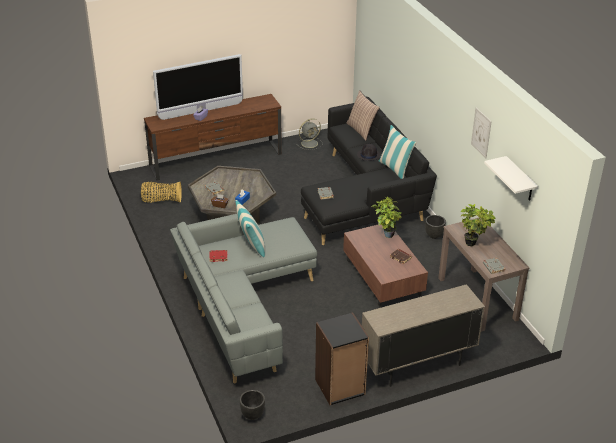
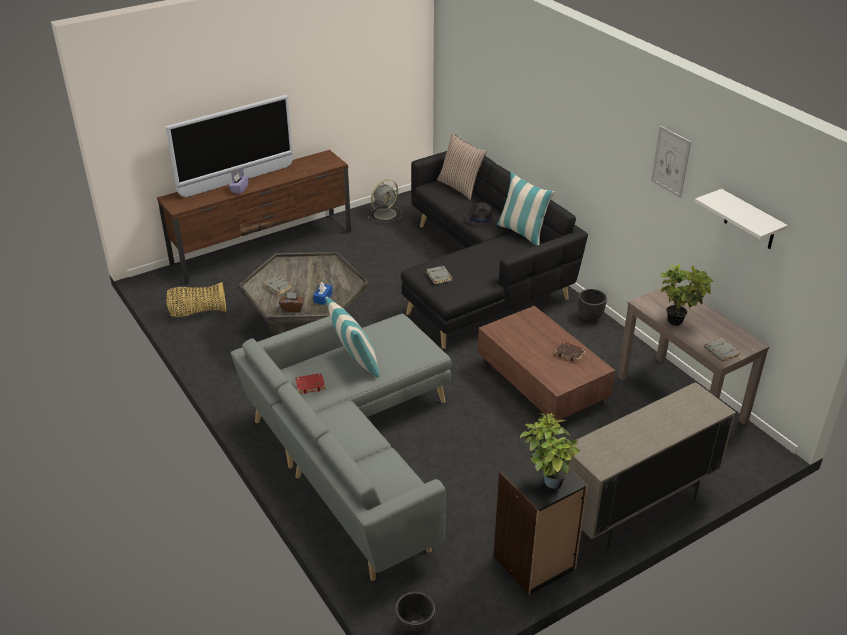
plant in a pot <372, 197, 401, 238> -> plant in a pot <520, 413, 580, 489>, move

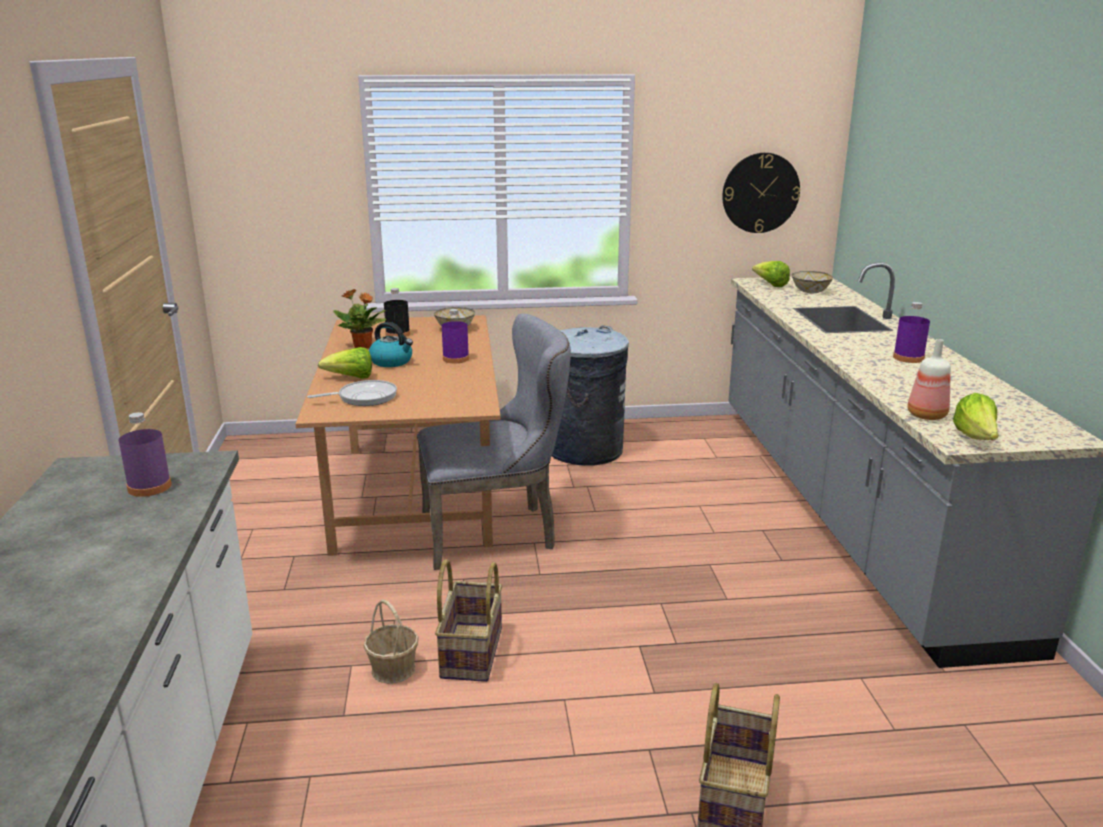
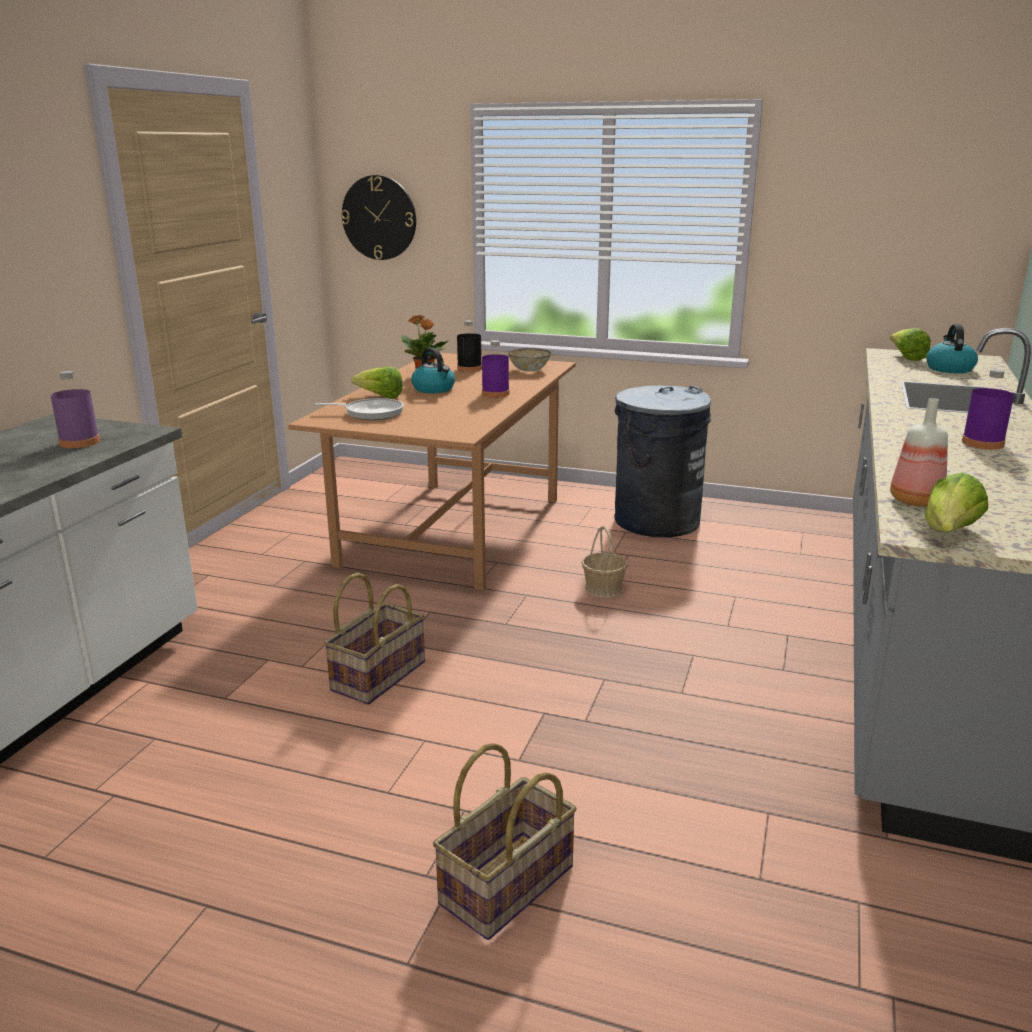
wall clock <722, 153, 800, 233> -> wall clock <341, 175, 416, 260>, move
serving bowl <792, 271, 833, 293> -> water kettle <926, 324, 978, 373>
chair/gray <417, 313, 571, 570> -> none
household basket <364, 599, 419, 684> -> household basket <582, 526, 628, 598>, move

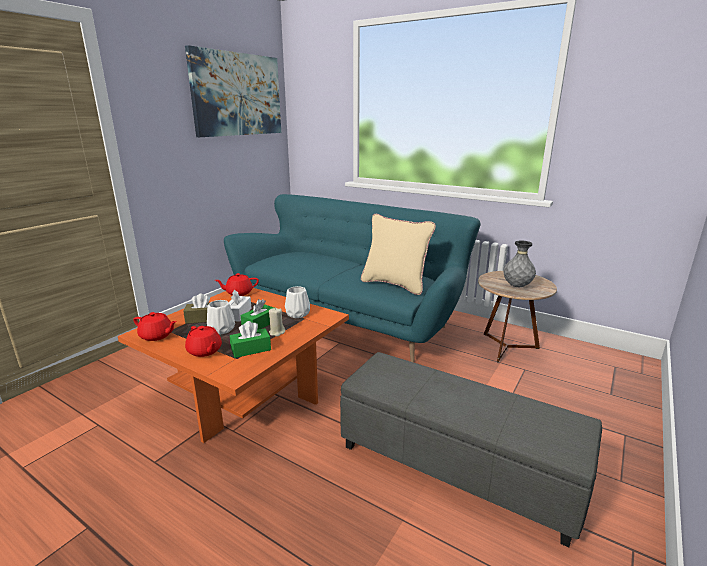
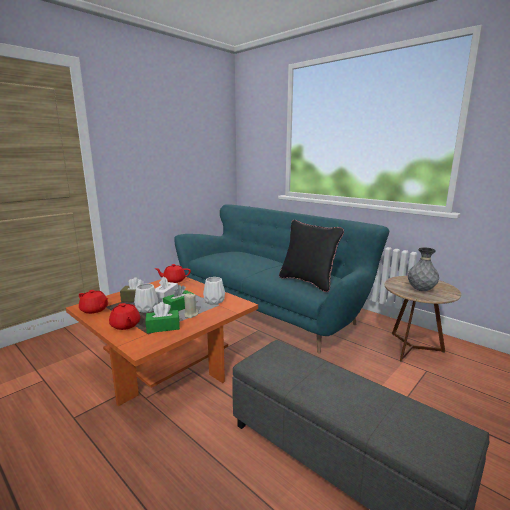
wall picture <185, 45, 281, 137> -> none
pillow/beige-coloured <361, 214, 436, 295> -> pillow/black-coloured <279, 220, 344, 292>

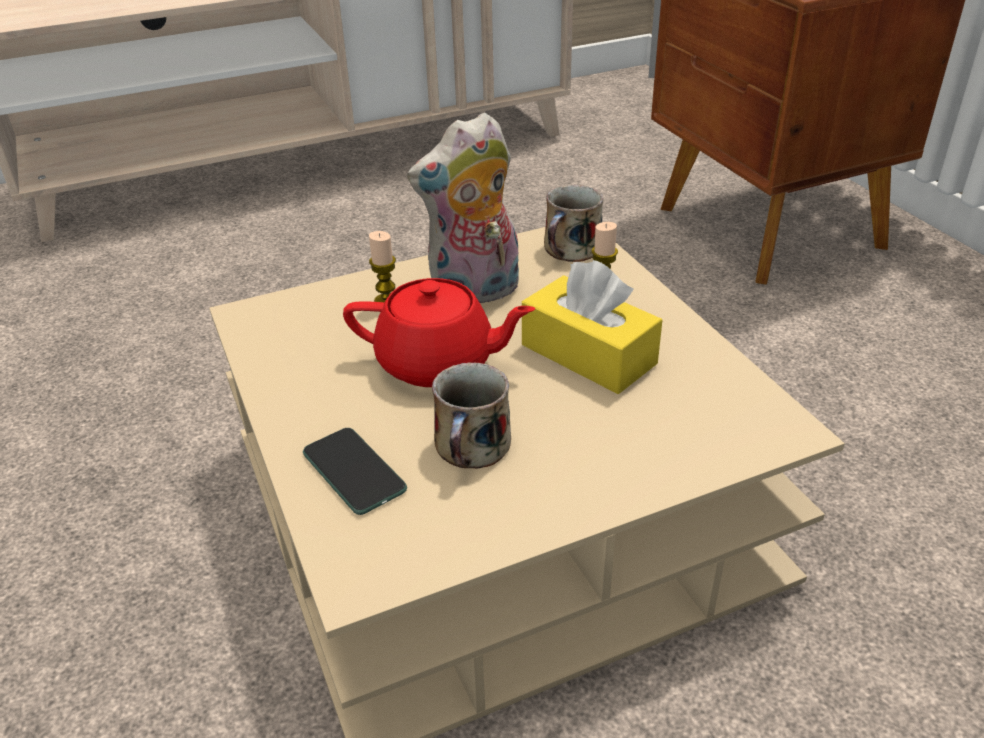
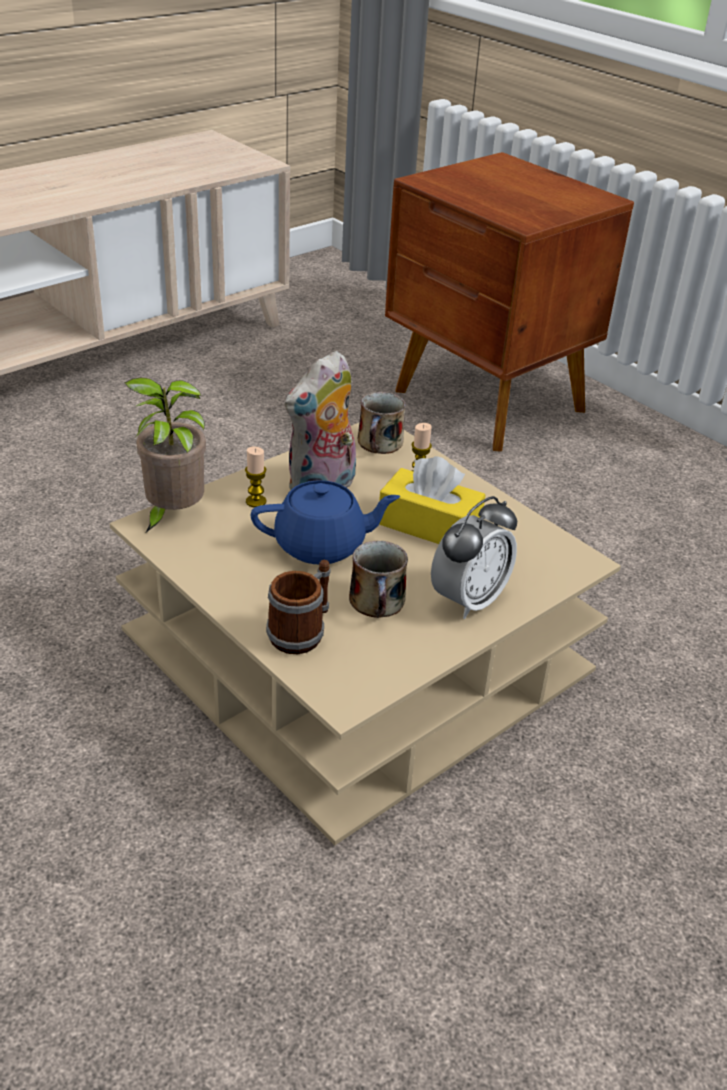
teapot/reddish <343, 278, 535, 387> -> teapot/blue-coloured <251, 480, 400, 564>
handset <303, 428, 407, 515> -> coffee mug <266, 560, 330, 654>
none -> plant in a pot <124, 377, 206, 534>
none -> table clock <431, 496, 517, 619>

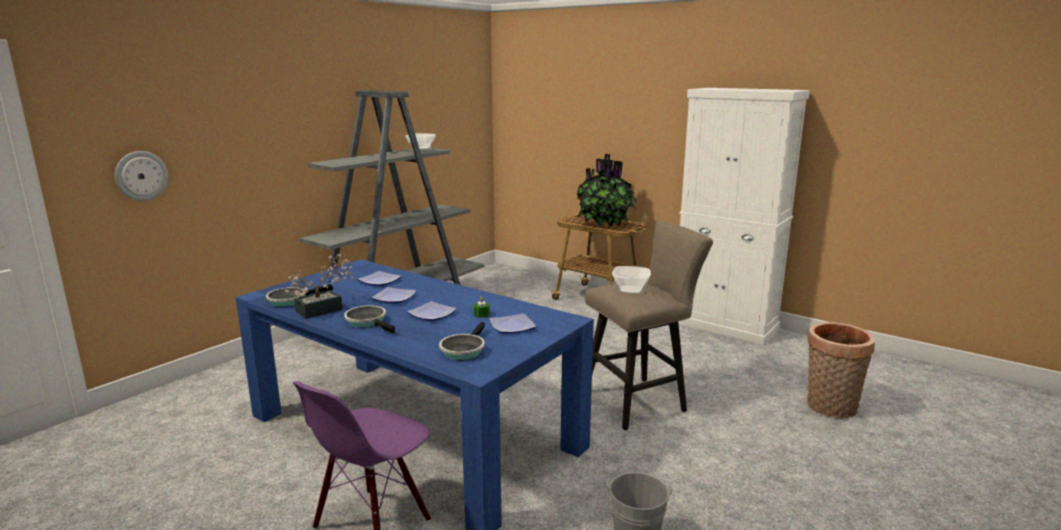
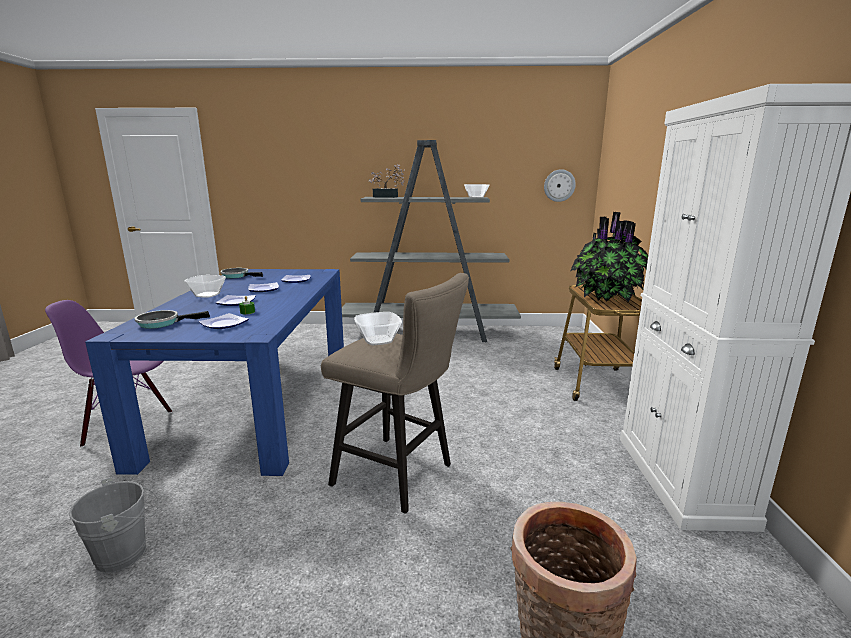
wall clock <115, 151, 168, 201> -> wall clock <544, 169, 576, 202>, move
plant in a pot <285, 254, 353, 319> -> plant in a pot <368, 164, 405, 198>, move
skillet <344, 305, 395, 334> -> serving bowl <184, 275, 226, 297>

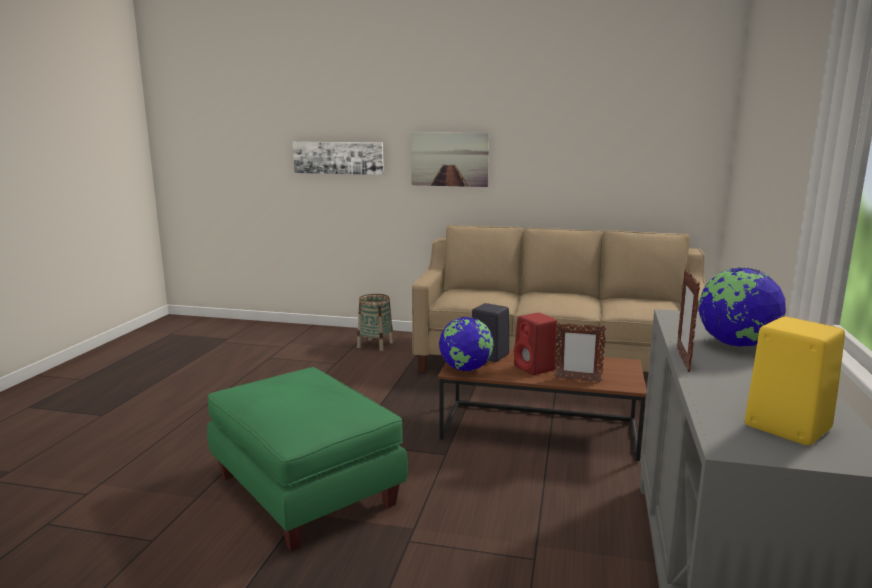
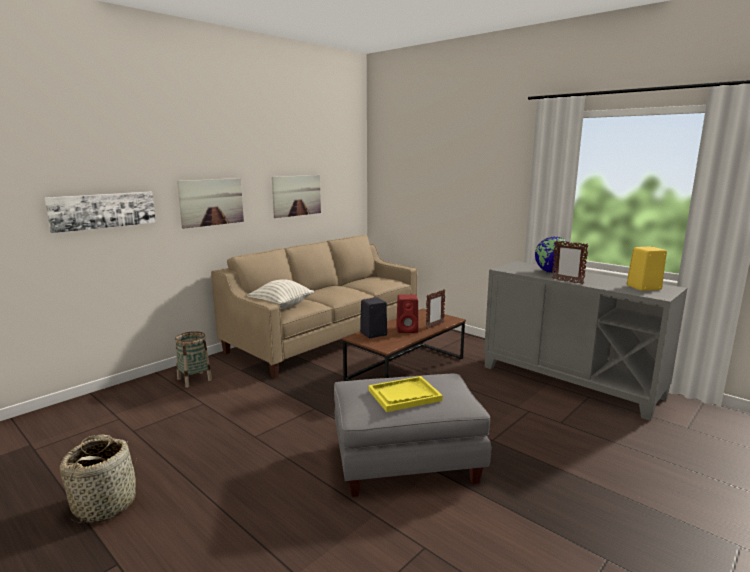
globe <439, 317, 493, 371> -> none
ottoman/greenish <207, 367, 408, 551> -> ottoman/gray <334, 373, 491, 497>
none -> wall picture <272, 175, 321, 218>
none -> pillow <247, 280, 314, 309>
none -> carrying tray/yellowish <369, 376, 443, 412>
none -> household basket <60, 434, 137, 524>

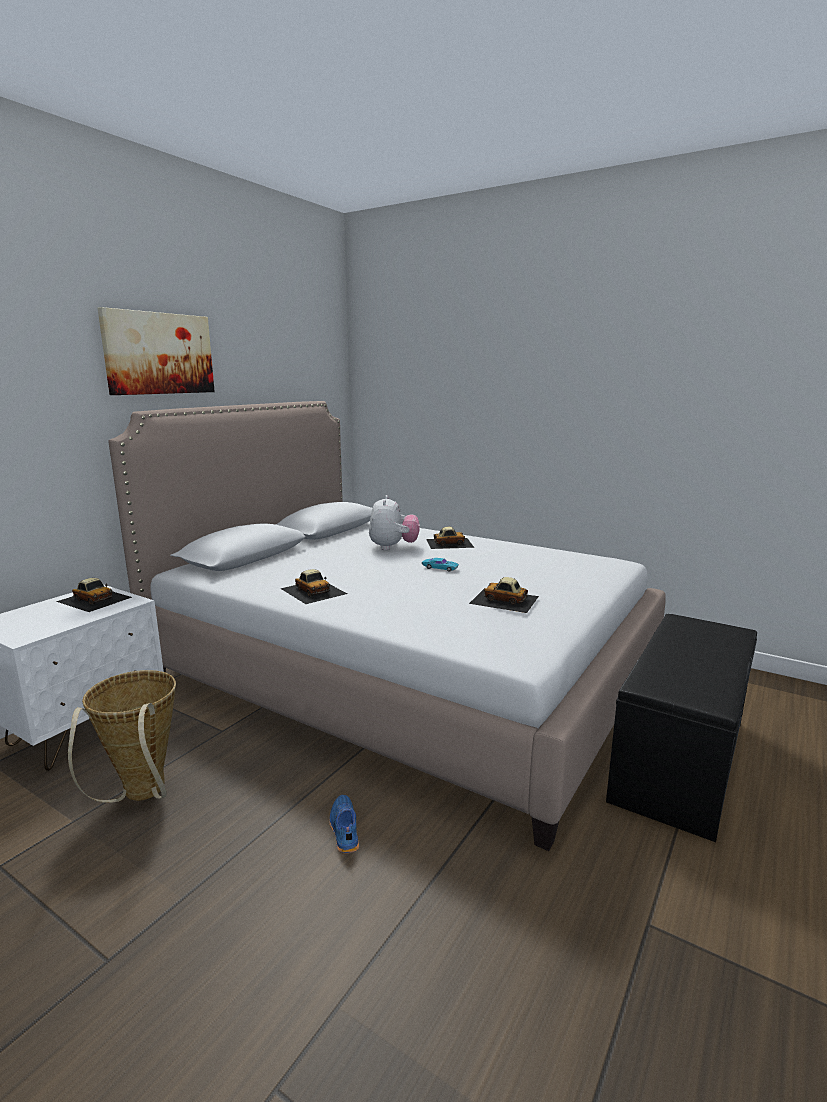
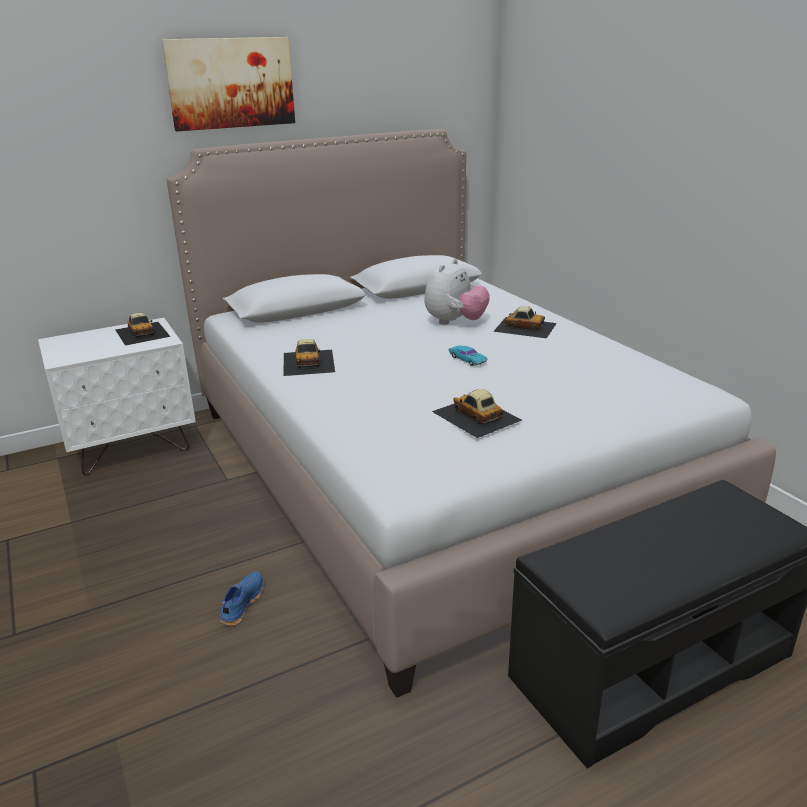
household basket <68, 670, 176, 803> -> none

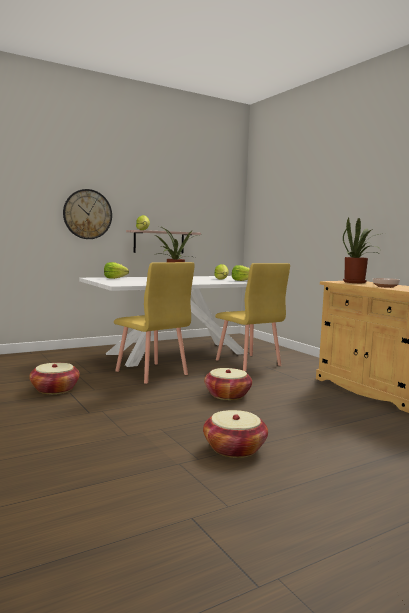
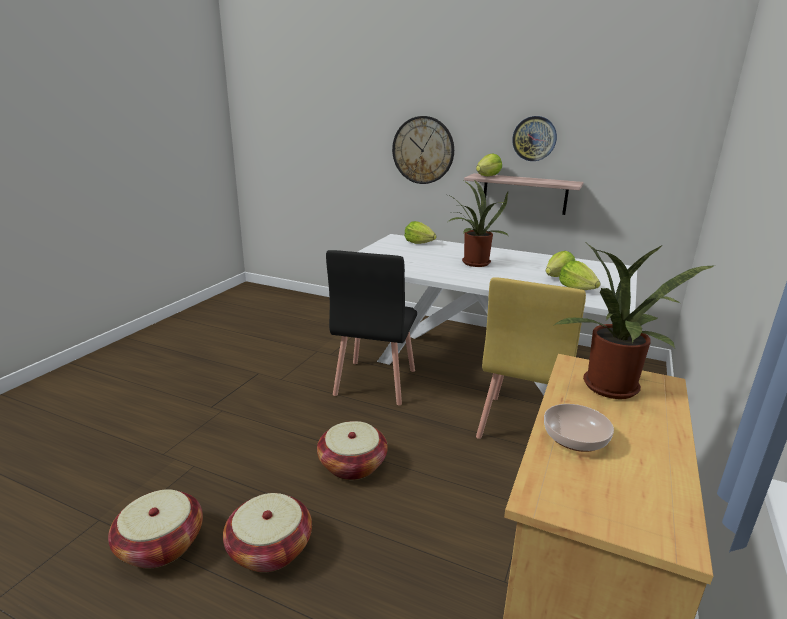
chair/yellowish <114, 262, 194, 384> -> chair/black-coloured <326, 250, 417, 406>
household basket <29, 363, 80, 394> -> household basket <223, 493, 312, 573>, move
none -> wall clock <512, 116, 557, 161>

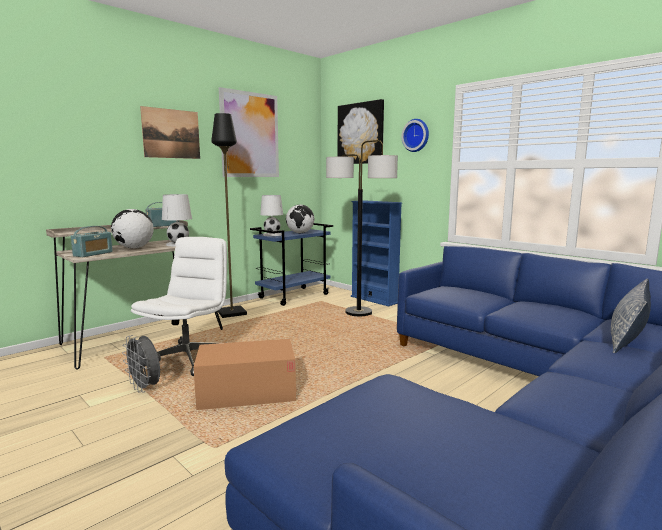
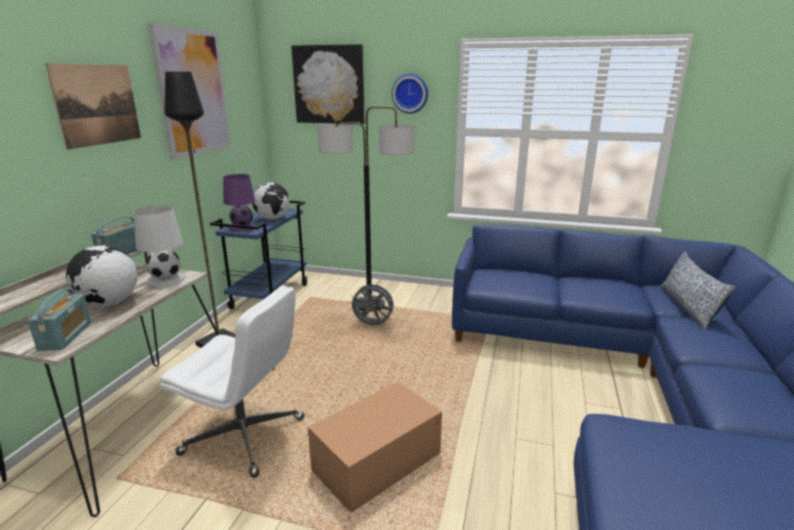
tabletop lamp/white <260, 195, 283, 236> -> tabletop lamp/purple-coloured <223, 174, 255, 232>
bookshelf/blue-coloured <351, 200, 402, 306> -> none
desk chair/white <131, 237, 227, 376> -> desk chair/white <160, 286, 305, 477>, 120 degrees clockwise
fan/gray <122, 335, 161, 393> -> fan/gray <349, 284, 394, 328>, move

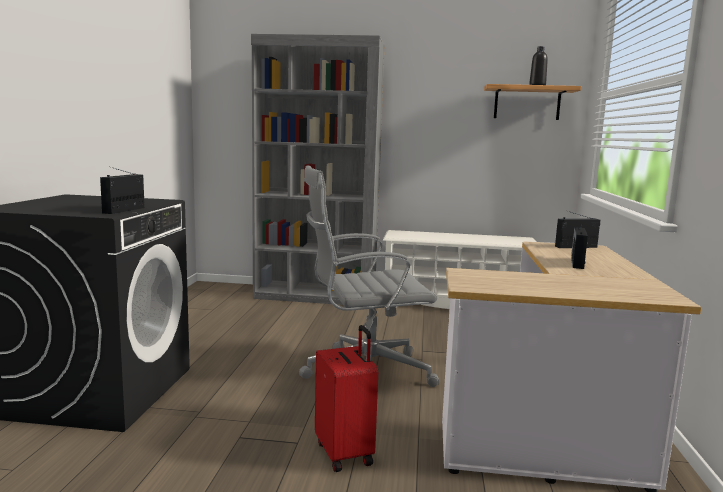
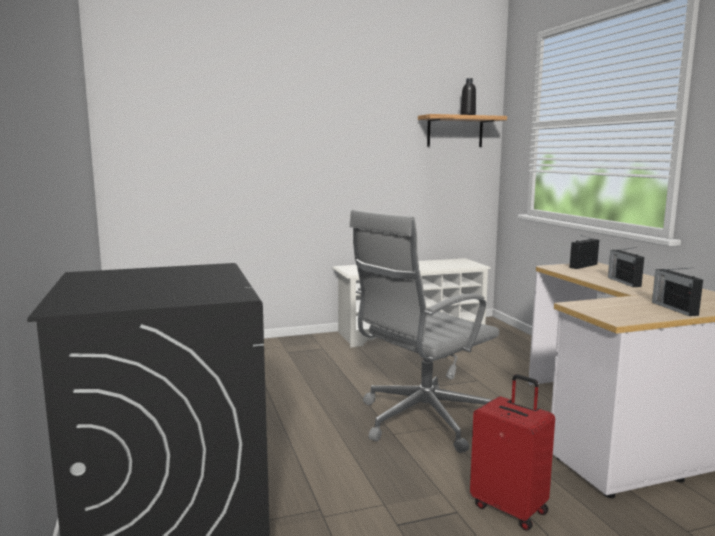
bookshelf/gray <251, 34, 385, 305> -> none
radio set <100, 167, 145, 214> -> radio set <652, 268, 703, 316>, move

